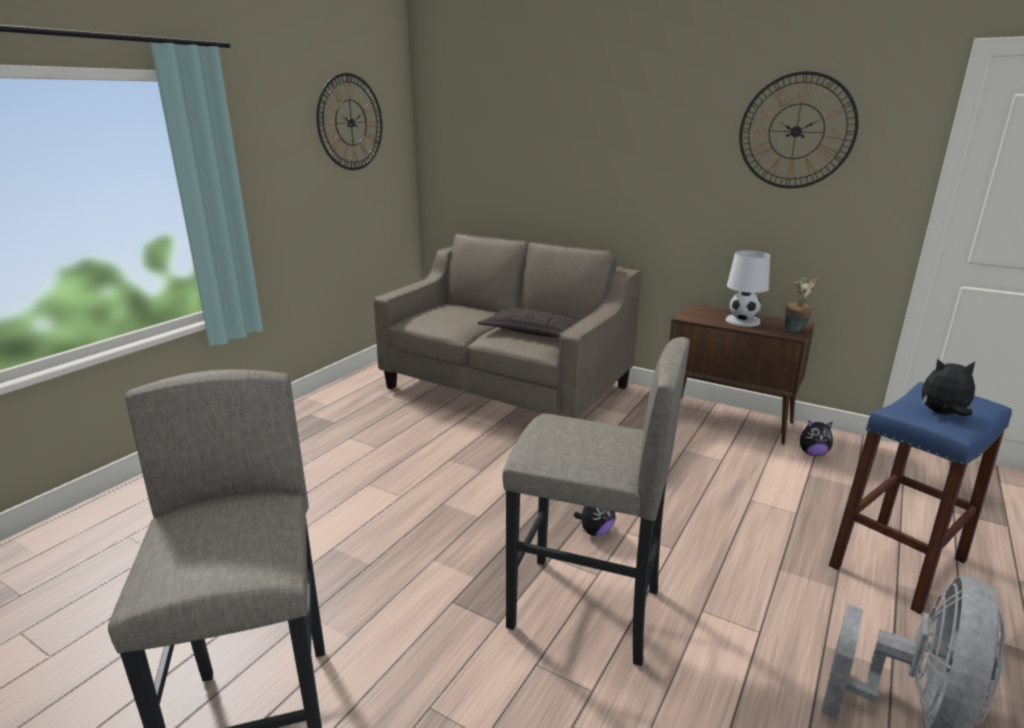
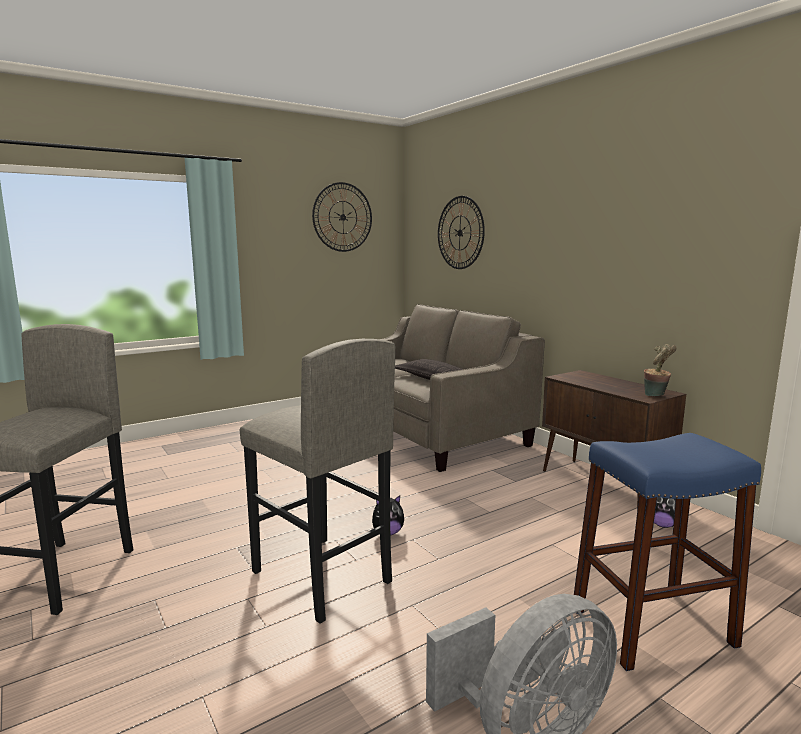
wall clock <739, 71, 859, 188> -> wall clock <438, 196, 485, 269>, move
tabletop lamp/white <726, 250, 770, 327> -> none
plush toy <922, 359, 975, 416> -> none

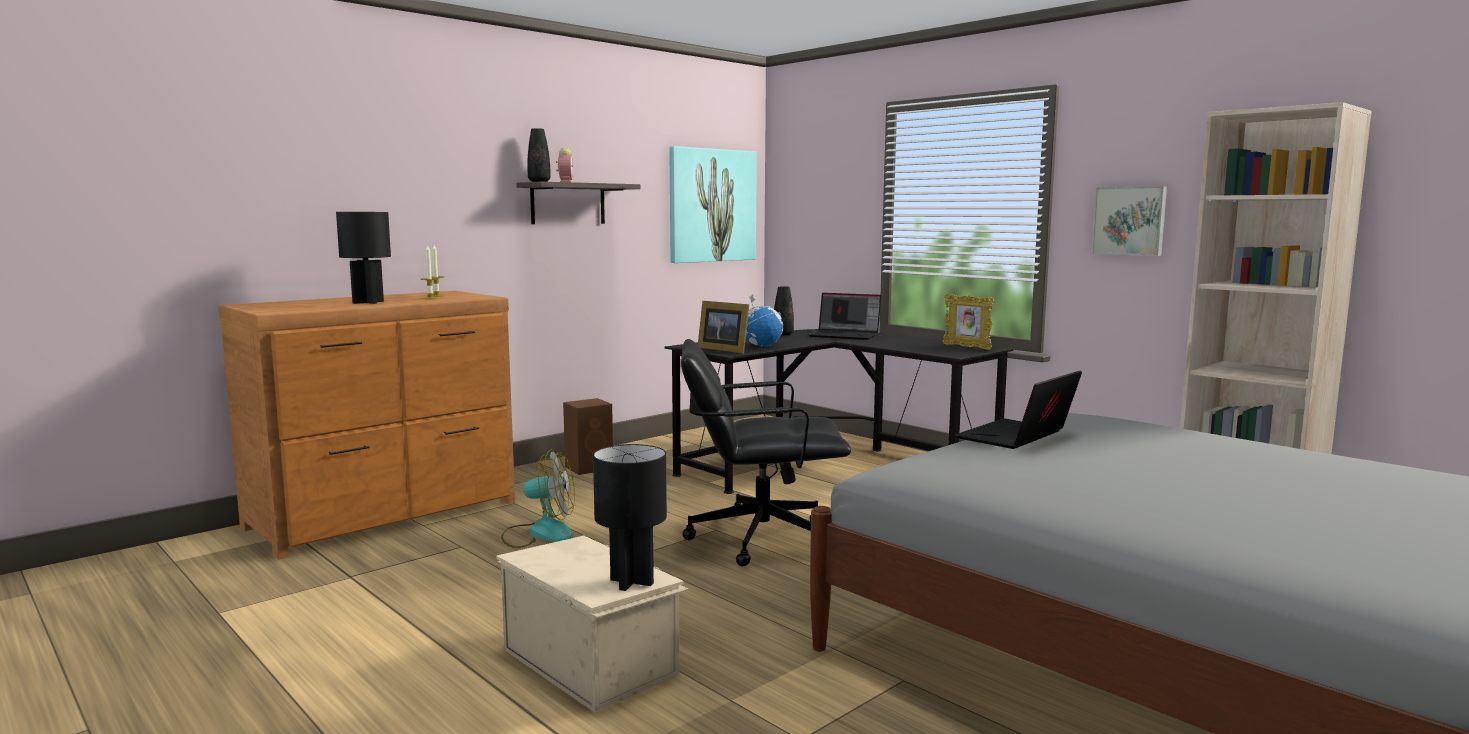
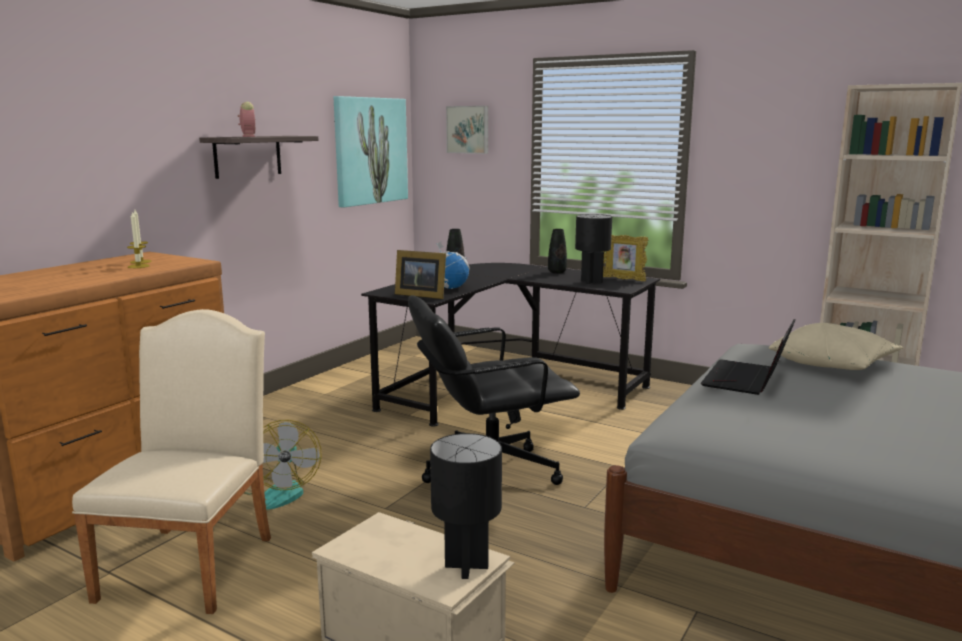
decorative vase/black-coloured <527, 128, 551, 182> -> decorative vase/black-coloured <548, 229, 567, 274>, move
wall picture <1091, 186, 1167, 256> -> wall picture <446, 106, 488, 154>, move
tabletop lamp/black-coloured <336, 212, 391, 304> -> tabletop lamp/black-coloured <575, 214, 612, 284>, move
laptop <808, 293, 881, 340> -> none
speaker/brown-coloured <563, 398, 613, 475> -> none
fan <501, 449, 575, 548> -> fan <244, 420, 321, 510>, 90 degrees clockwise
none -> chair/beige-coloured <72, 309, 271, 614>
none -> pillow/beige-coloured <769, 323, 903, 370>

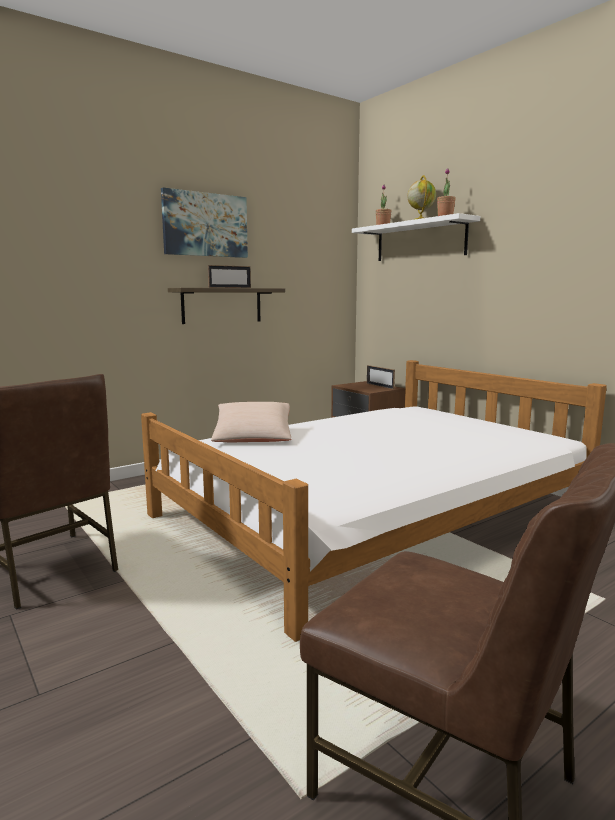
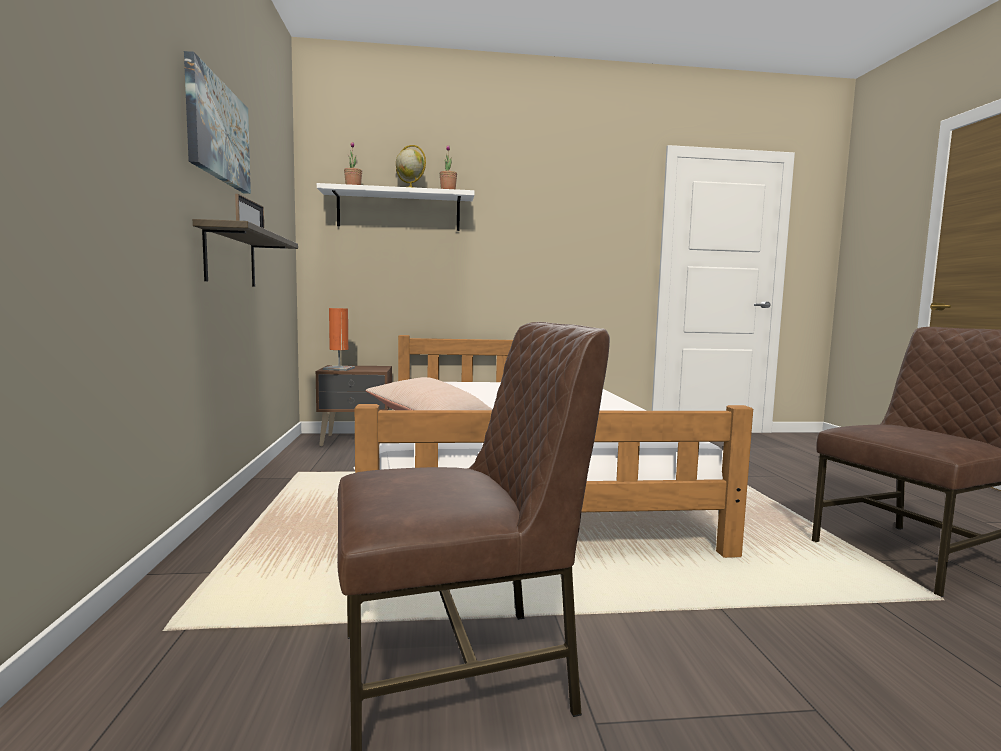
photo frame <367, 365, 395, 389> -> none
none -> tabletop lamp/orange <323, 308, 355, 371>

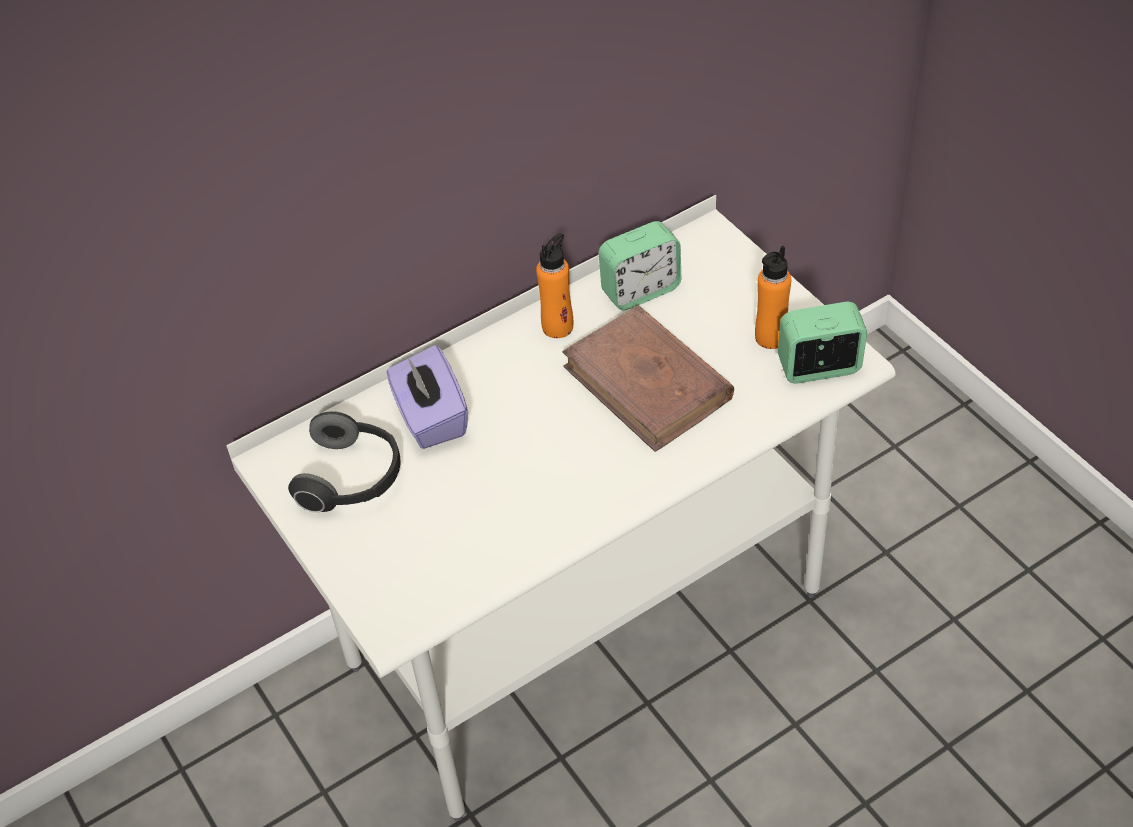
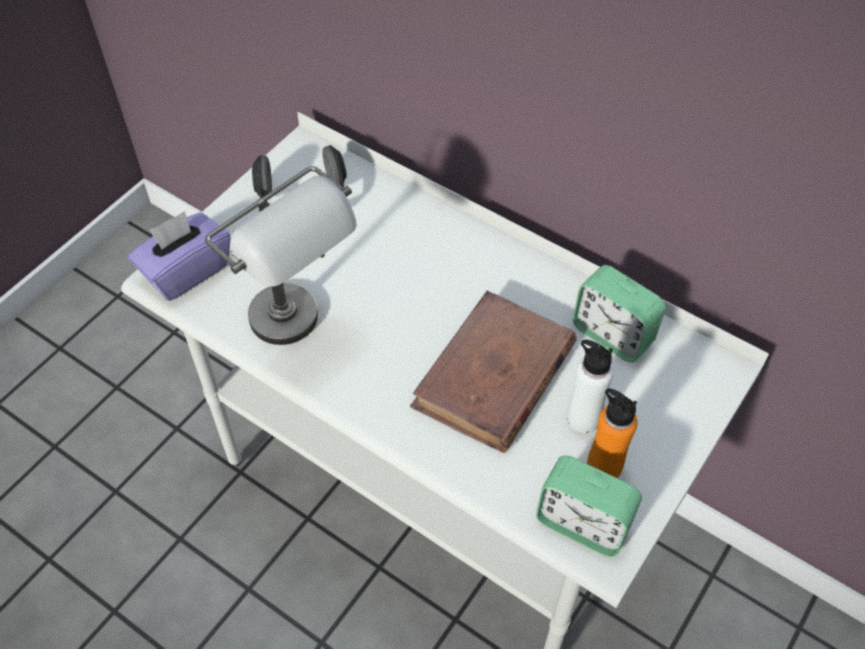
bottle/orange <536, 233, 573, 338> -> none
table clock <778, 302, 867, 384> -> table clock <536, 456, 642, 557>, 150 degrees clockwise
tissue holder/purple-coloured <386, 345, 468, 449> -> tissue holder/purple-coloured <128, 211, 230, 301>, move
none -> tabletop lamp/gray <205, 166, 357, 345>
none -> bottle/white <567, 340, 614, 433>

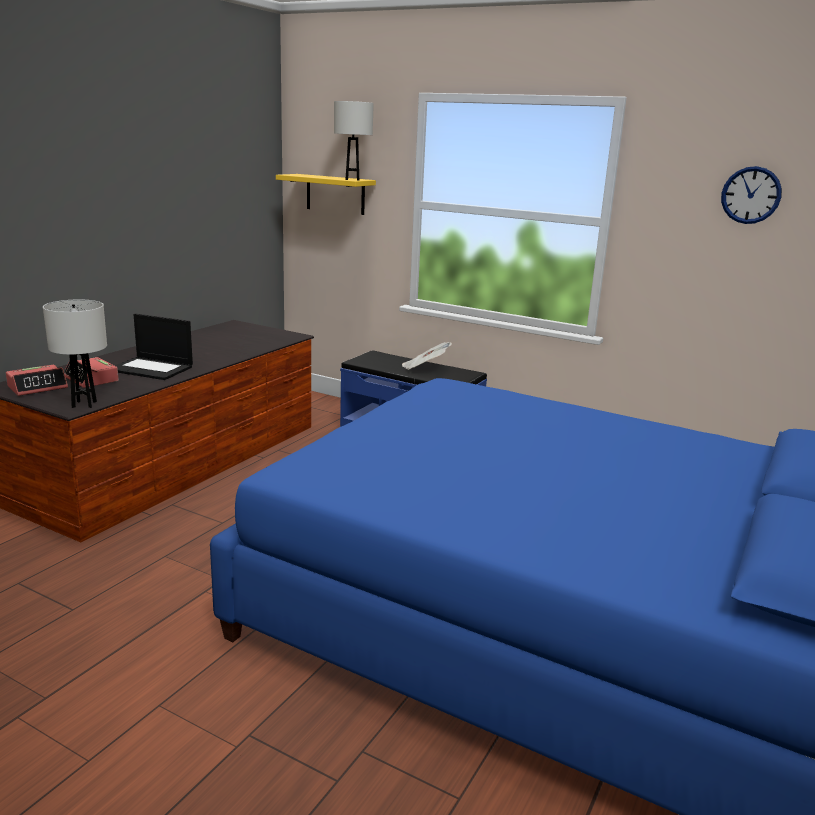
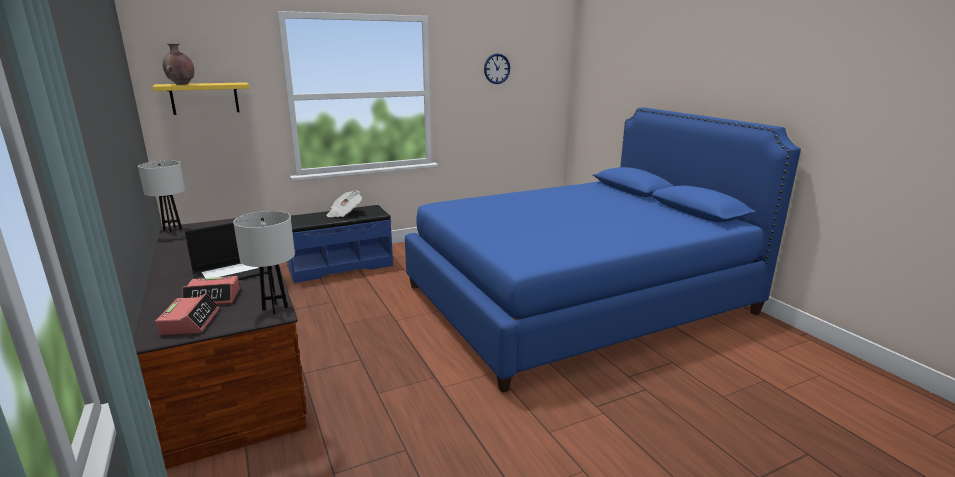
tabletop lamp/white <334, 101, 374, 180> -> tabletop lamp/white <138, 160, 185, 233>, move
none -> decorative vase/brown-coloured <163, 44, 194, 85>

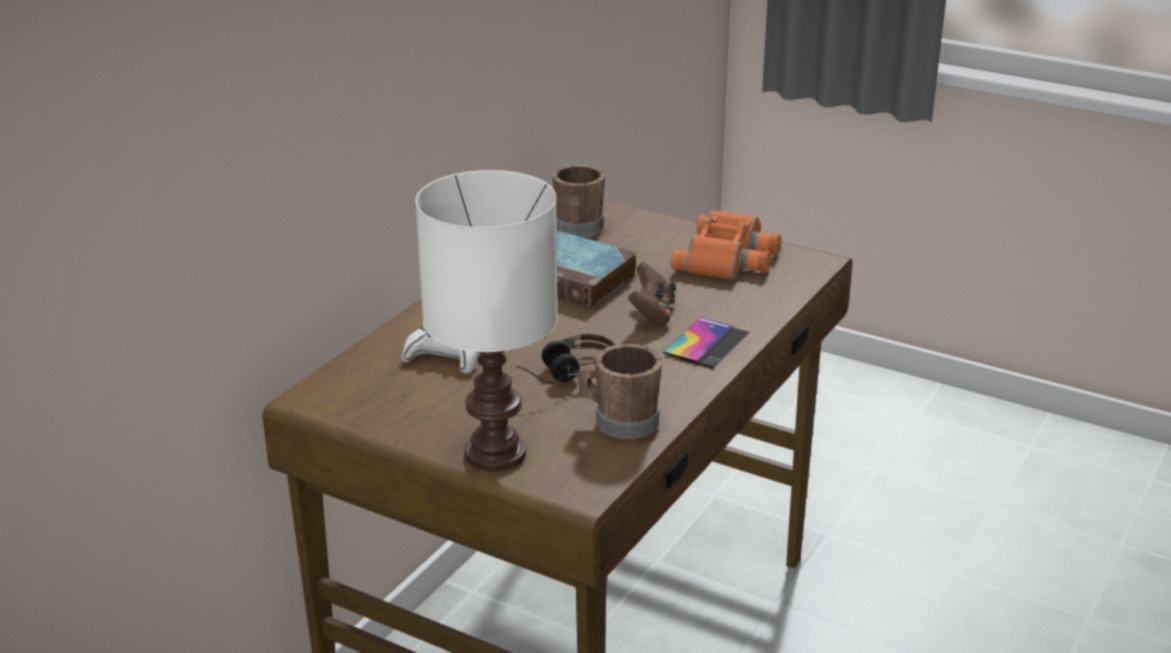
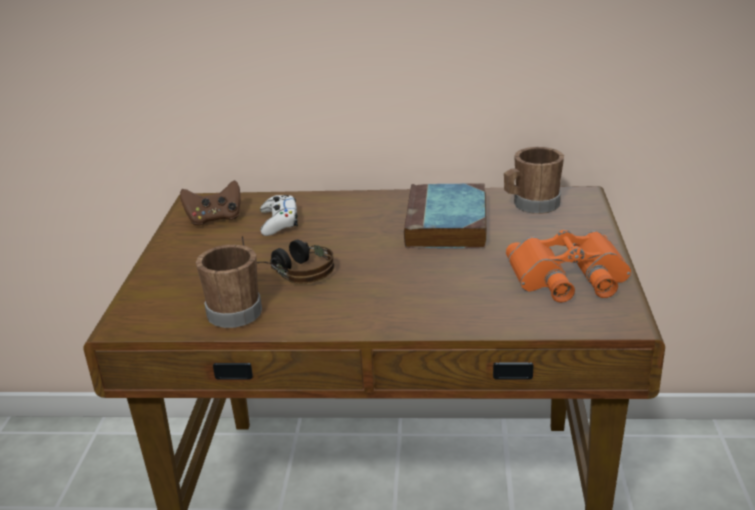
tabletop lamp/white <415, 170, 558, 471> -> none
joypad/brown-coloured <628, 262, 676, 325> -> joypad/brown-coloured <180, 180, 241, 226>, move
handset <663, 318, 749, 369> -> none

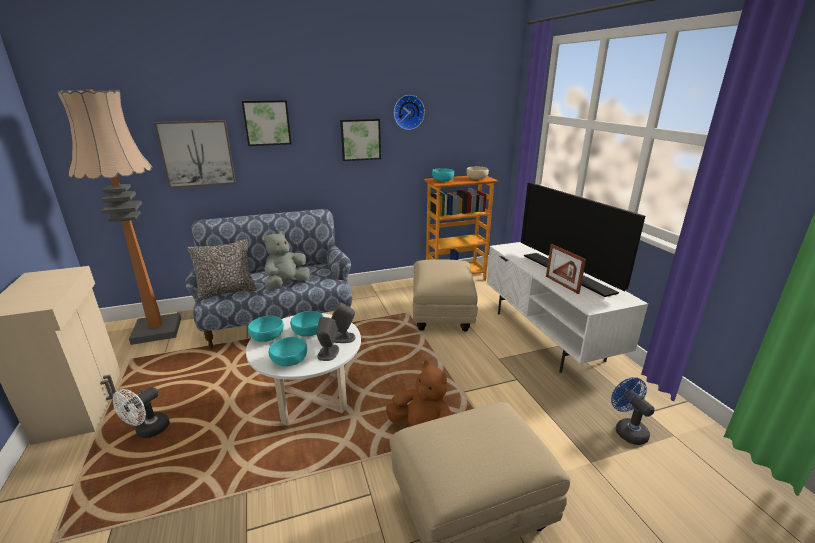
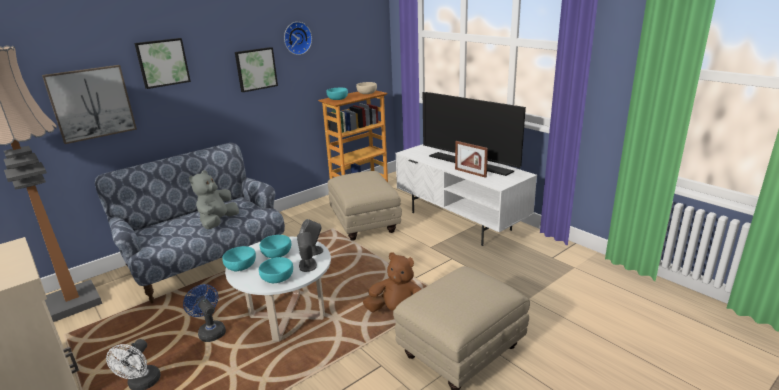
pillow <188, 239, 257, 301> -> none
fan/blue-coloured <611, 377, 655, 445> -> fan/blue-coloured <183, 284, 226, 342>, move

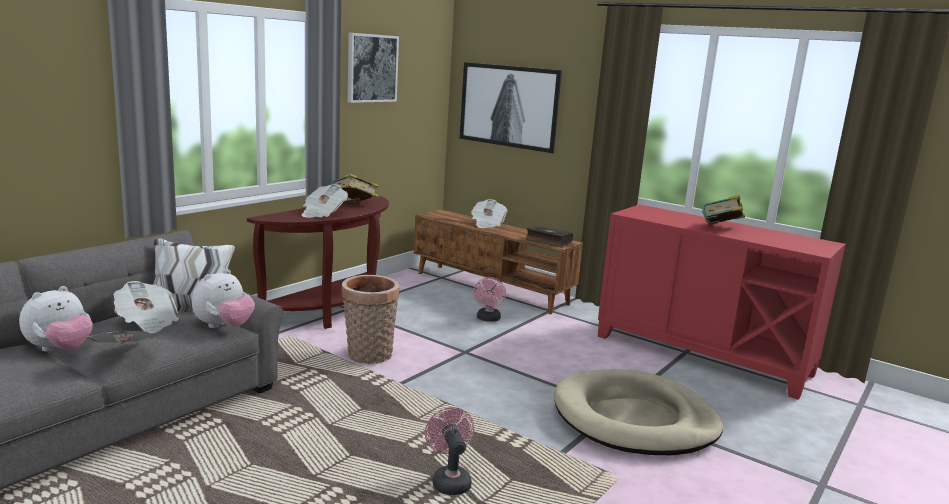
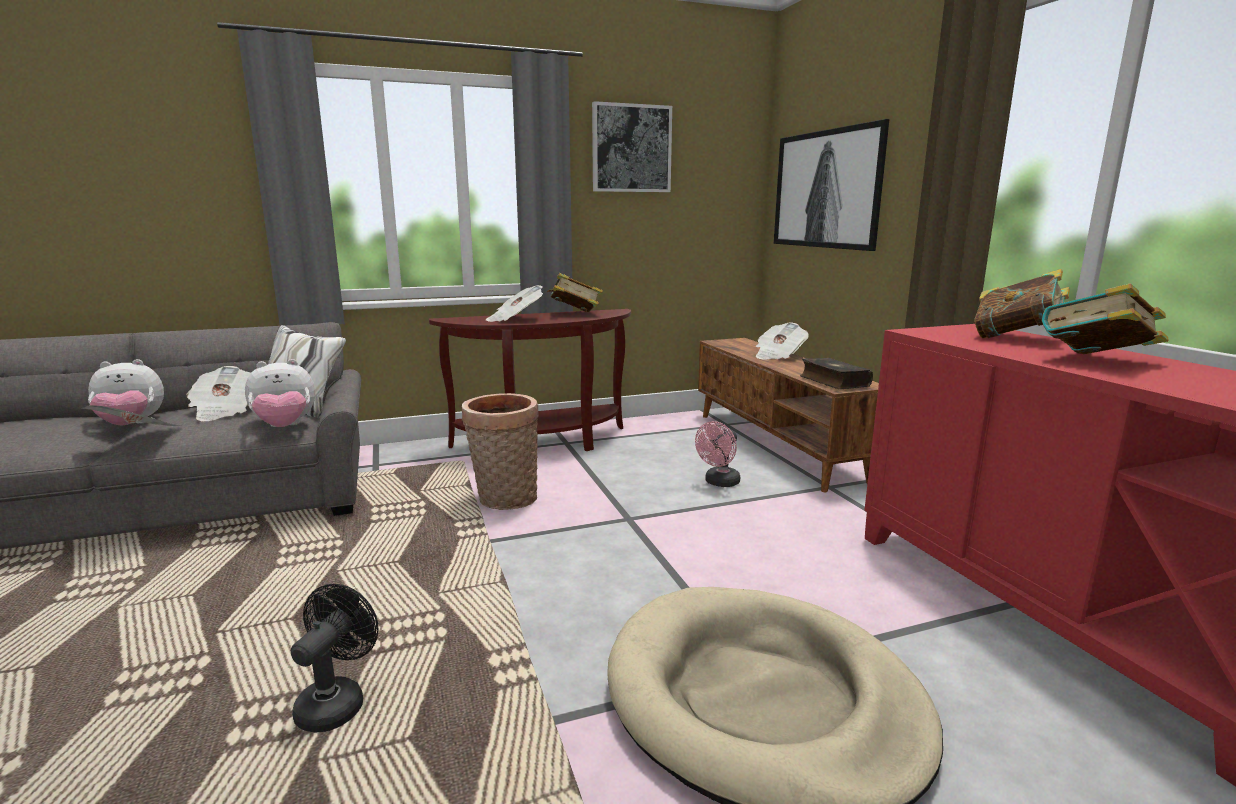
fan/pink <425, 407, 474, 495> -> fan/black-coloured <291, 584, 378, 732>
none -> bound book <974, 269, 1070, 338>

